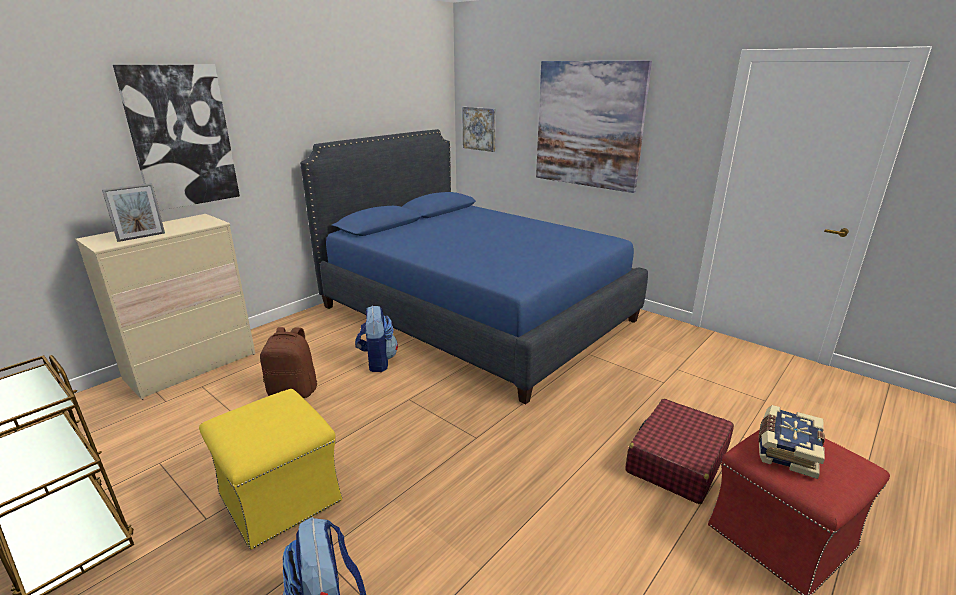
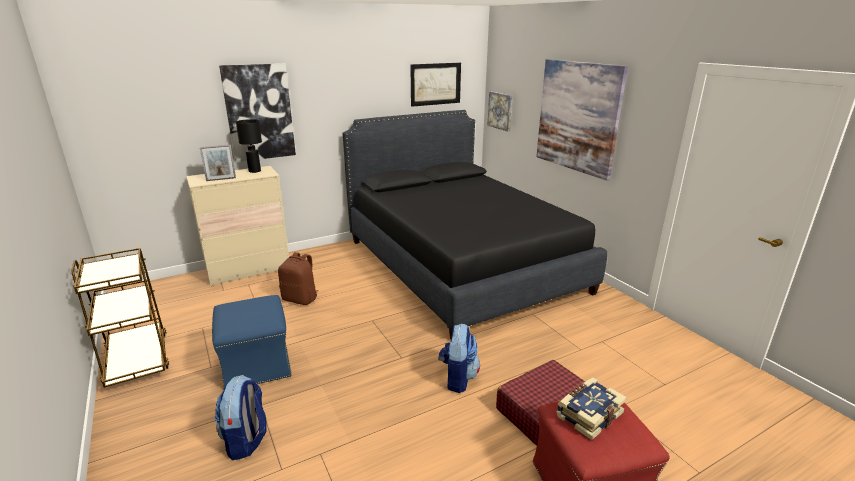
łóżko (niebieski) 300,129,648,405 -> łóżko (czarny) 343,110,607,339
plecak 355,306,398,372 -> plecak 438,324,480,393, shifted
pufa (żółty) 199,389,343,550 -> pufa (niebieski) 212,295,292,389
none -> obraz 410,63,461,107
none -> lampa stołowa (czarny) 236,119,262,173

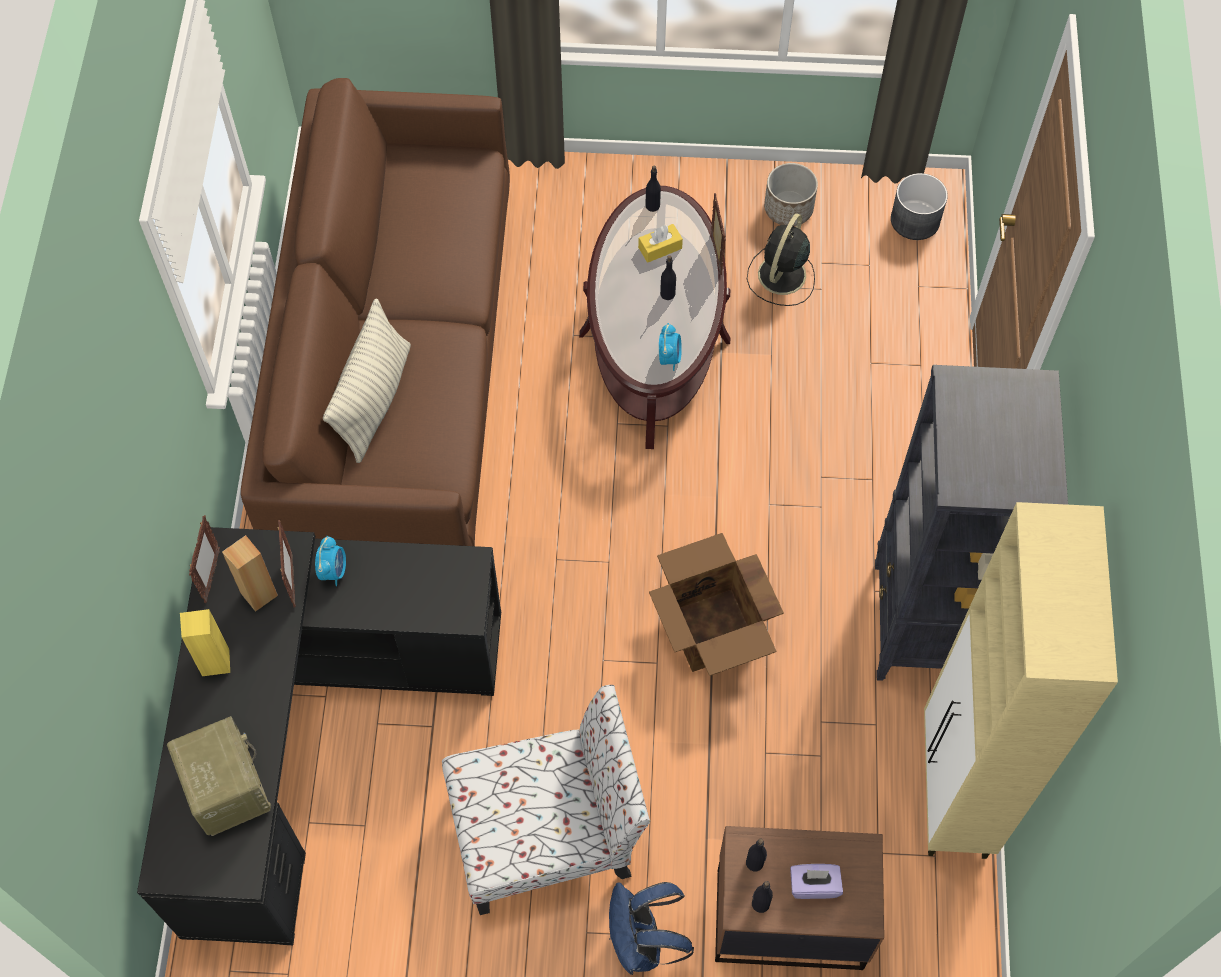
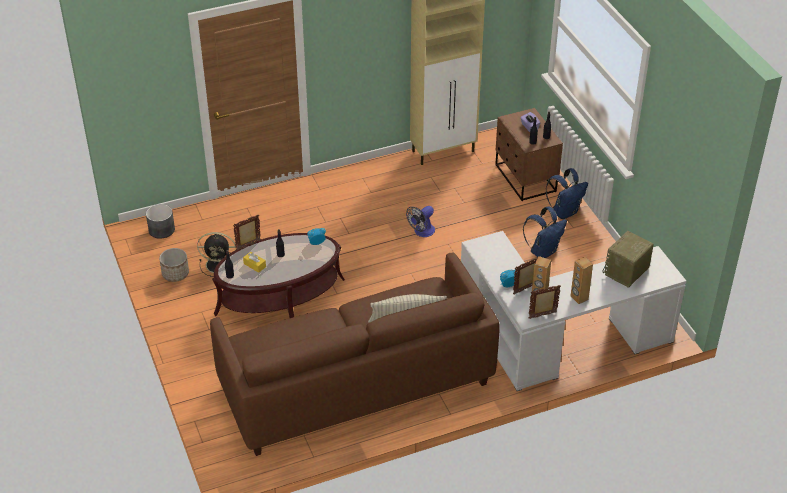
regał (czarny) 875,365,1068,681 -> none
biurko (czarny) 137,527,501,945 -> biurko (biały) 461,231,686,391
karton 649,533,784,676 -> wentylator 406,206,435,237
głośnik (żółty) 180,609,230,676 -> głośnik (brązowy) 570,257,593,304
krzesło 442,685,650,915 -> plecak (niebieski) 523,207,567,258

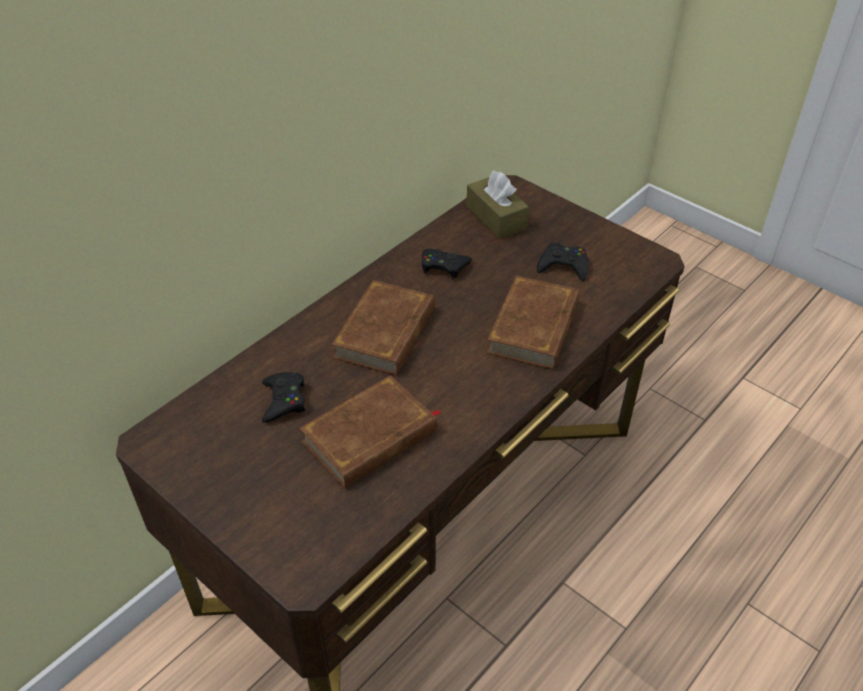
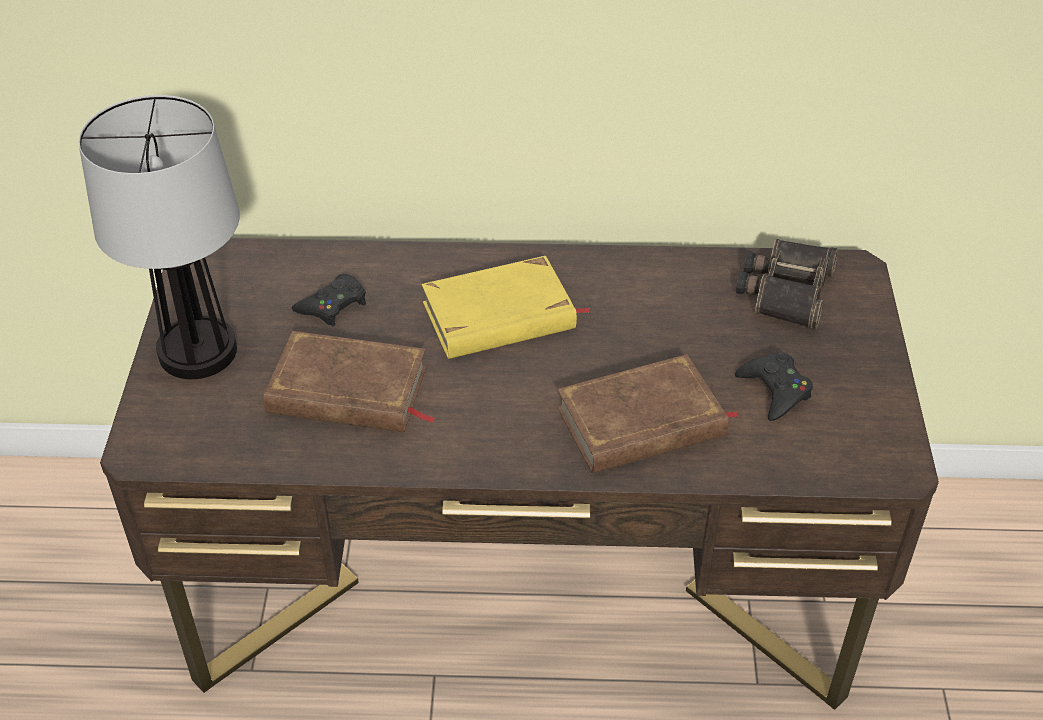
pudełko chusteczek (brązowy) 466,171,529,239 -> lornetka 736,239,838,330
pad do gier (czarny) 422,248,472,280 -> none
książka (brązowy) 331,280,435,375 -> książka (żółty) 422,256,591,359
none -> lampa stołowa 78,95,240,379

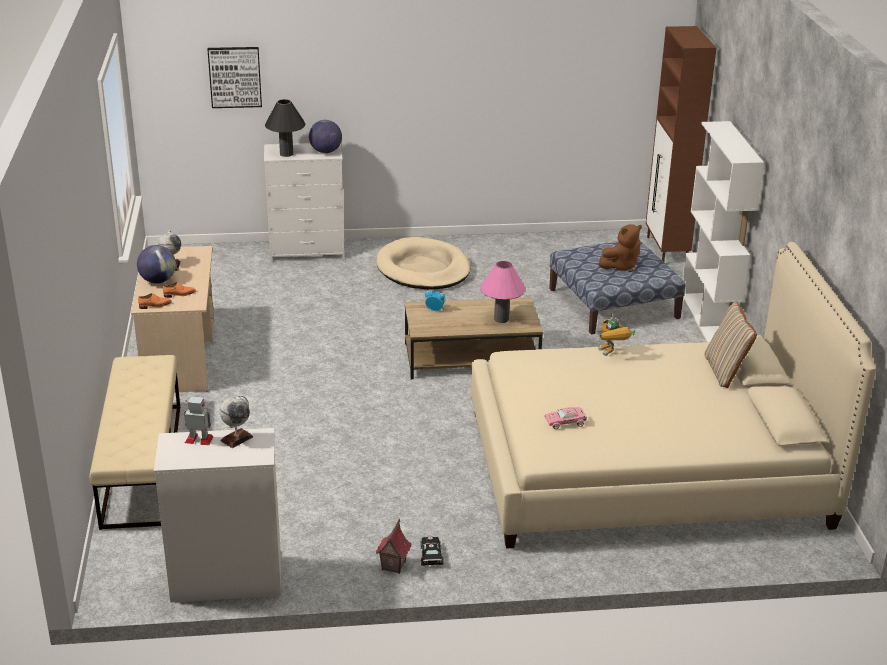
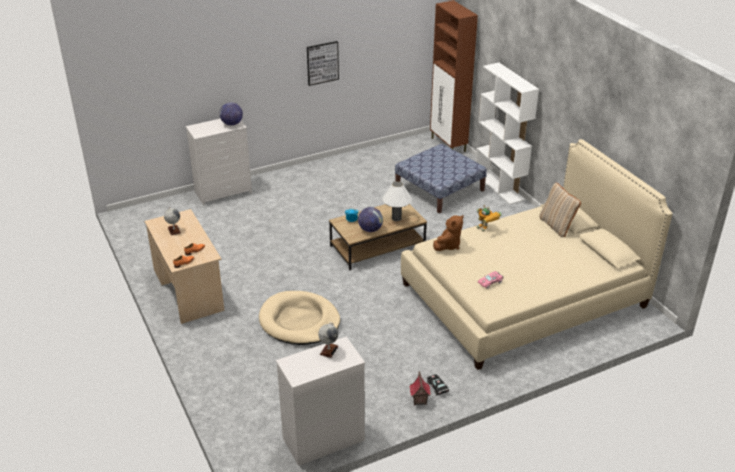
obraz 207,47,262,108 -> obraz 307,41,339,86, shifted
lampa stołowa (czarny) 265,99,306,157 -> none
pluszak (brązowy) 599,224,642,272 -> pluszak (brązowy) 433,215,464,251, shifted
legowisko (beżowy) 376,237,471,289 -> legowisko (beżowy) 259,291,340,345, shifted
globus 137,245,176,284 -> globus 358,207,383,232, shifted
lampa stołowa (różowy) 480,261,526,323 -> lampa stołowa (biały) 382,181,412,221
ławka (beżowy) 89,355,180,530 -> none
robot zabawkowy 183,396,213,445 -> none

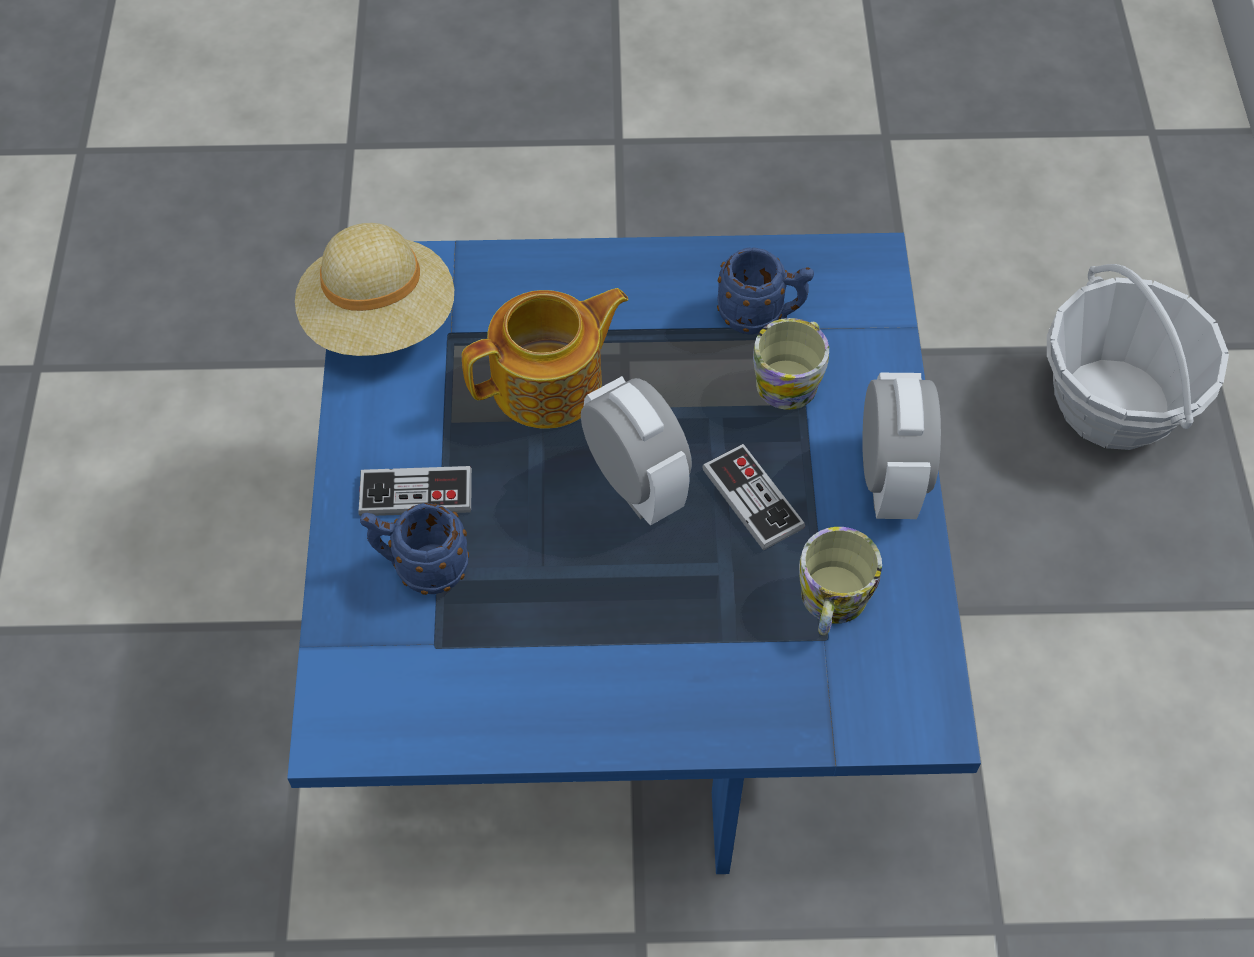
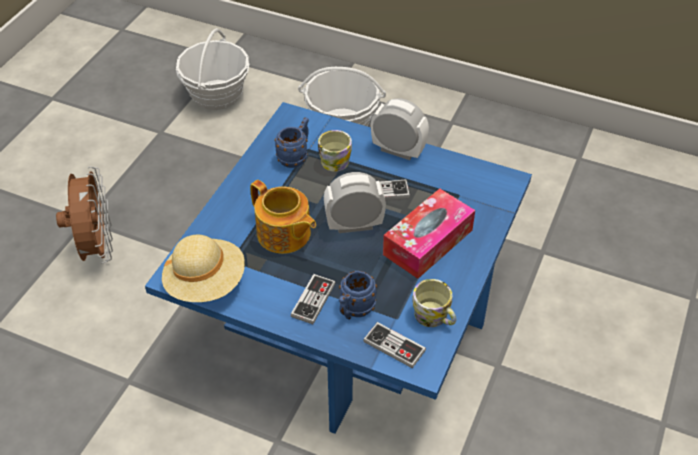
imbryk 462,288,629,429 -> imbryk 250,180,316,254, 135 degrees clockwise
kubek 799,527,882,635 -> kubek 412,279,456,327, shifted
none -> koszyk 176,28,249,110
none -> wentylator (brązowy) 56,167,113,263
none -> pudełko chusteczek 383,189,475,279
none -> pad do gier 363,322,426,368

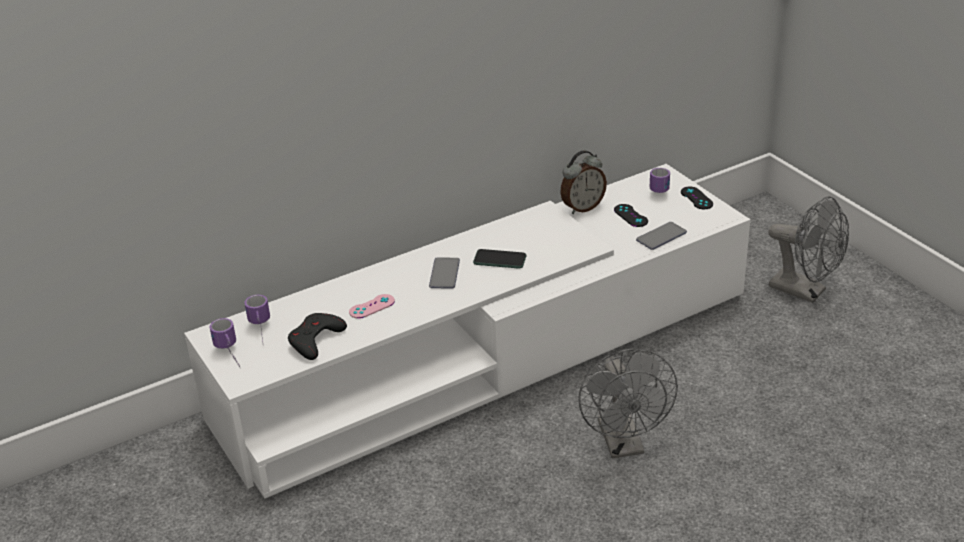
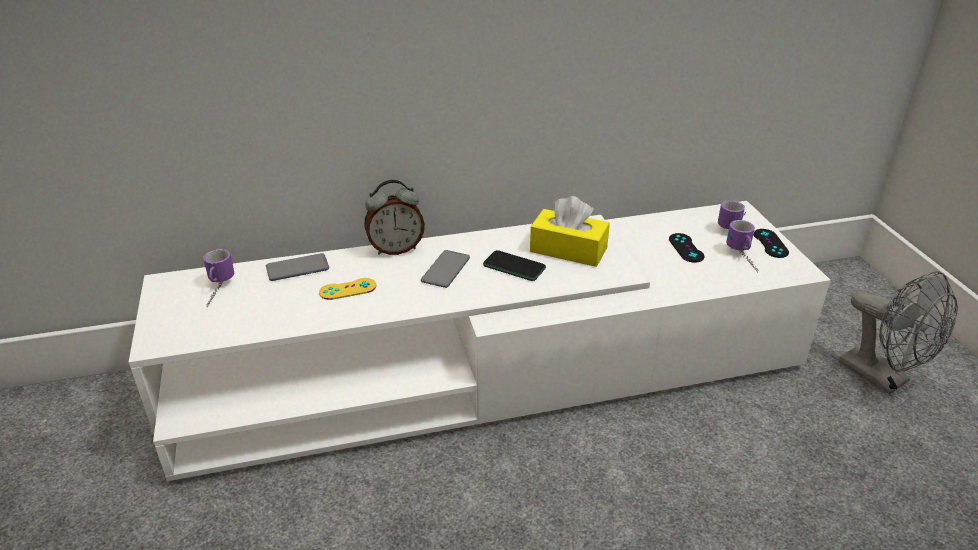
budzik 560,150,607,214 -> budzik 364,180,425,255, shifted
telefon 636,222,687,250 -> telefon 266,253,329,281, shifted
pad do gier (różowy) 349,294,395,319 -> pad do gier (żółty) 319,278,376,300
pad do gier (czarny) 288,313,347,360 -> none
kubek 210,318,240,367 -> kubek 726,220,758,272, shifted
wentylator (szary) 579,349,678,459 -> none
none -> pudełko chusteczek (żółty) 530,196,610,267

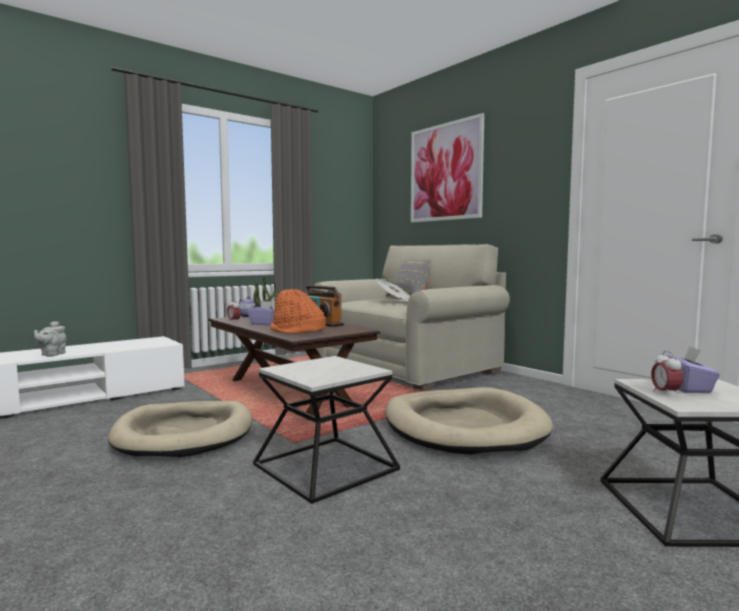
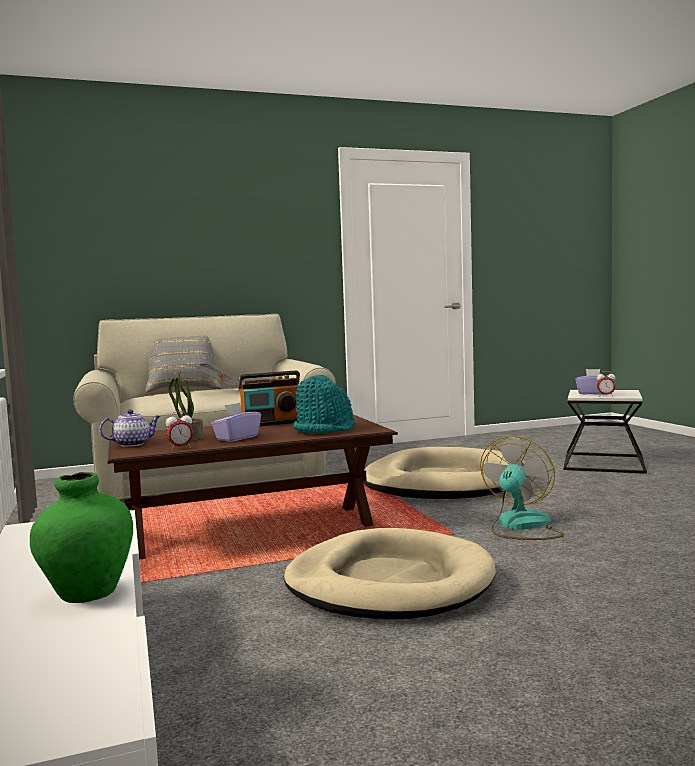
obraz 411,113,484,222 -> none
kapelusz (pomarańczowy) 270,289,326,334 -> kapelusz (turkusowy) 293,375,355,434
imbryk (szary) 34,321,66,356 -> wazon (zielony) 30,472,133,603
stolik 253,356,400,504 -> wentylator 480,436,564,540

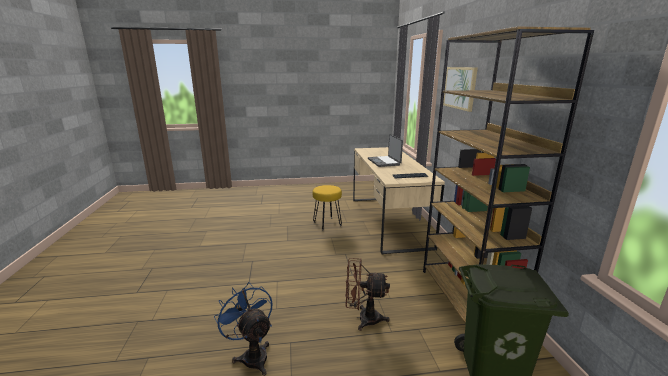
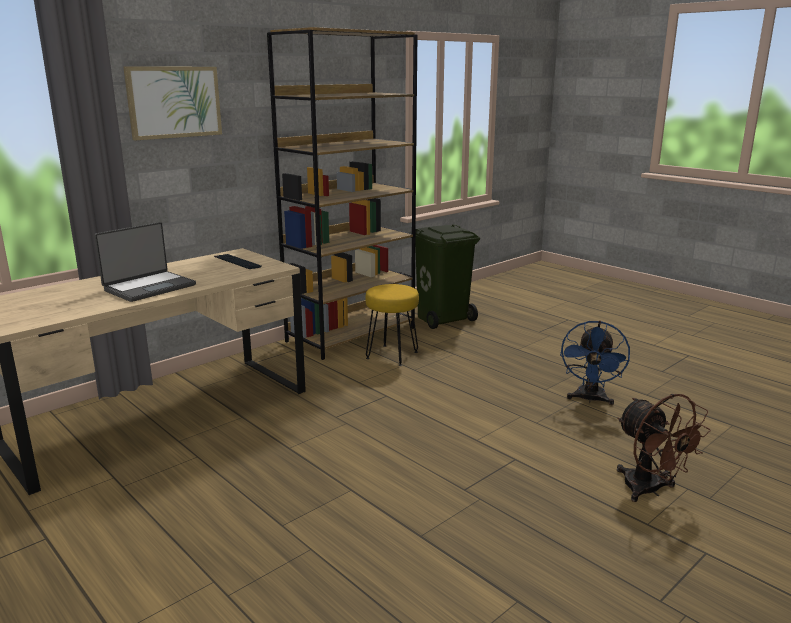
stołek (żółty) 313,185,342,230 -> stołek (żółty) 365,284,419,366, shifted
wentylator (brązowy) 345,258,390,331 -> wentylator (brązowy) 617,394,711,502, shifted

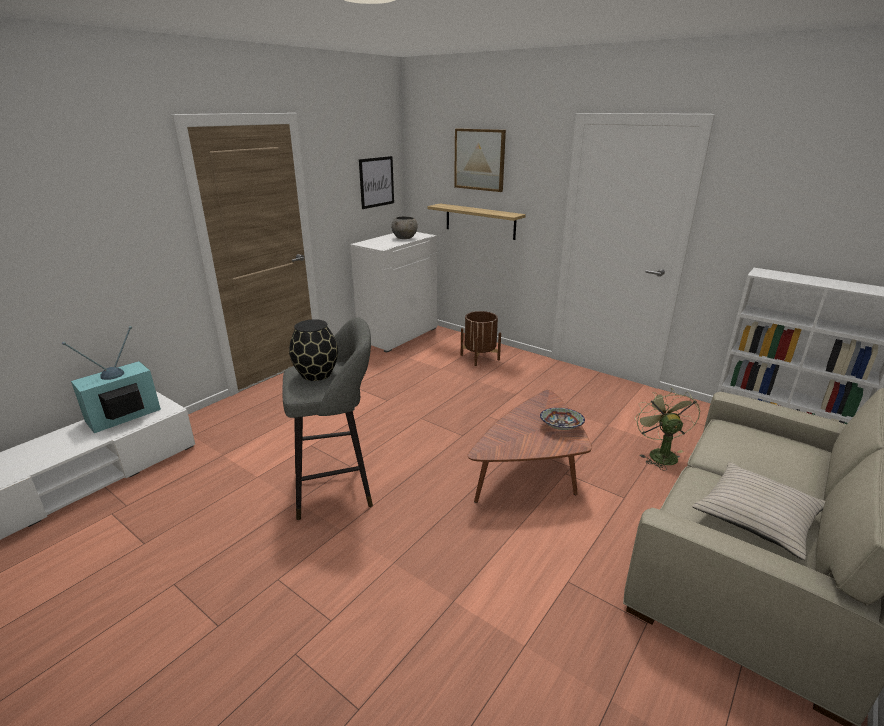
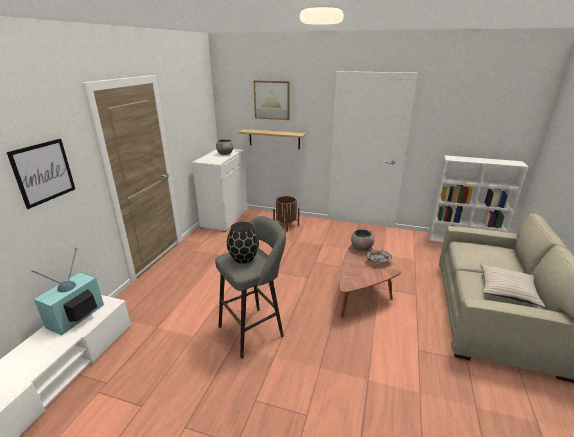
obraz 359,156,394,209 -> obraz 7,139,75,209, shifted
wentylator (zielony) 635,388,700,471 -> none
none -> miska (szary) 351,229,374,251

